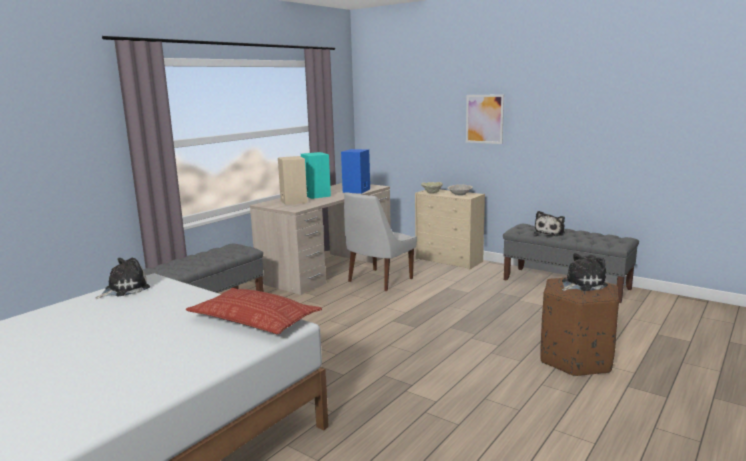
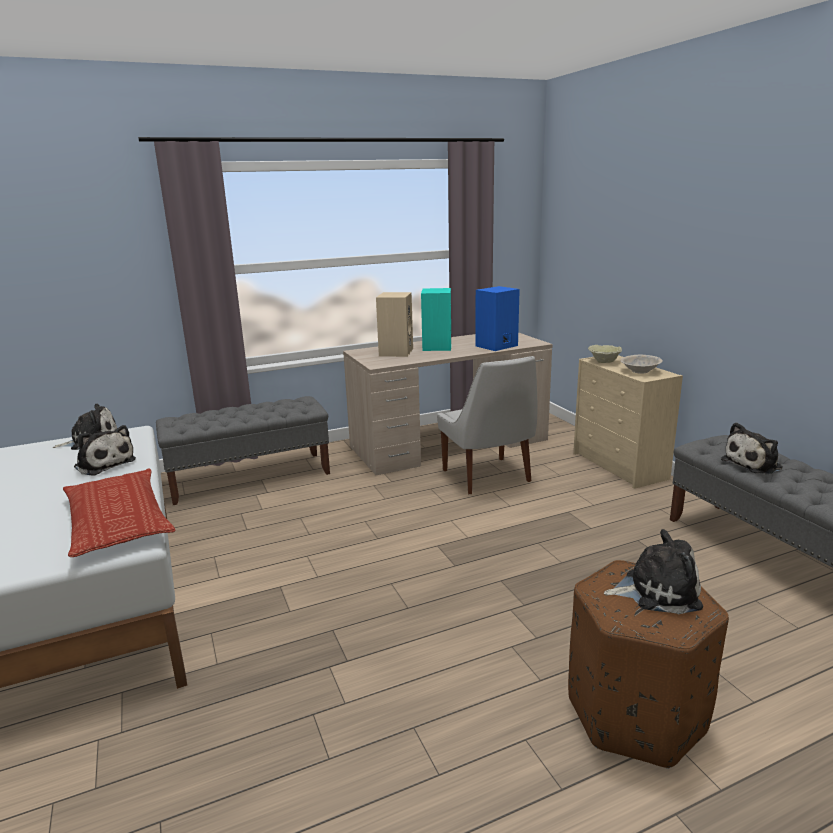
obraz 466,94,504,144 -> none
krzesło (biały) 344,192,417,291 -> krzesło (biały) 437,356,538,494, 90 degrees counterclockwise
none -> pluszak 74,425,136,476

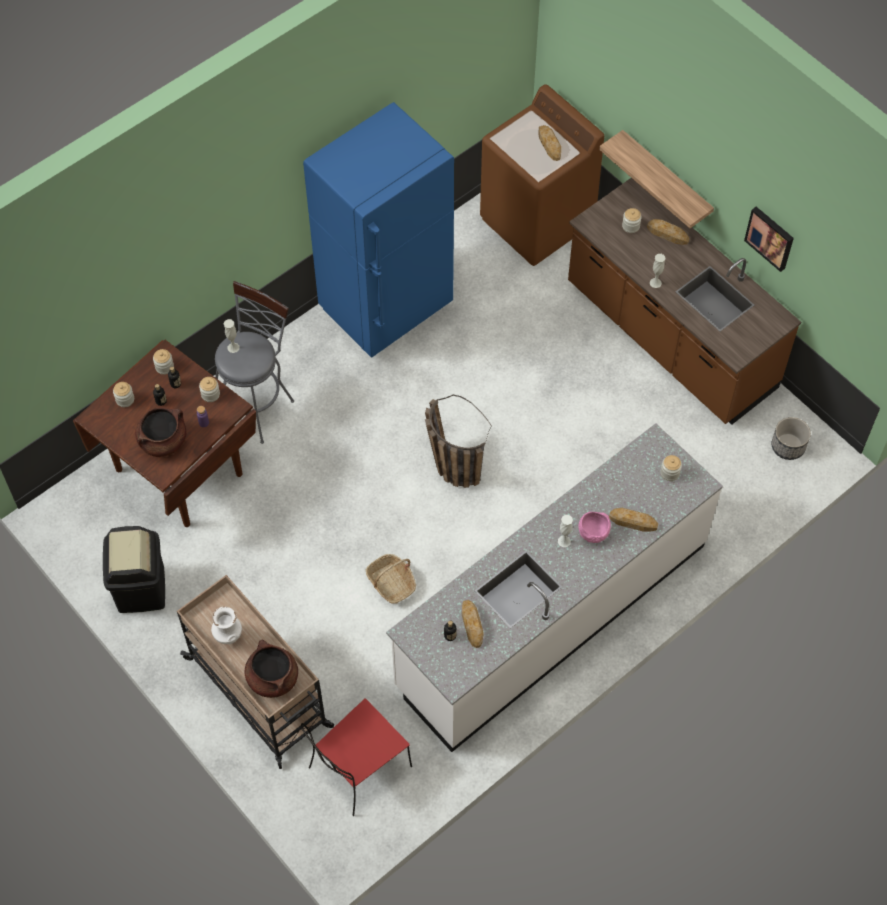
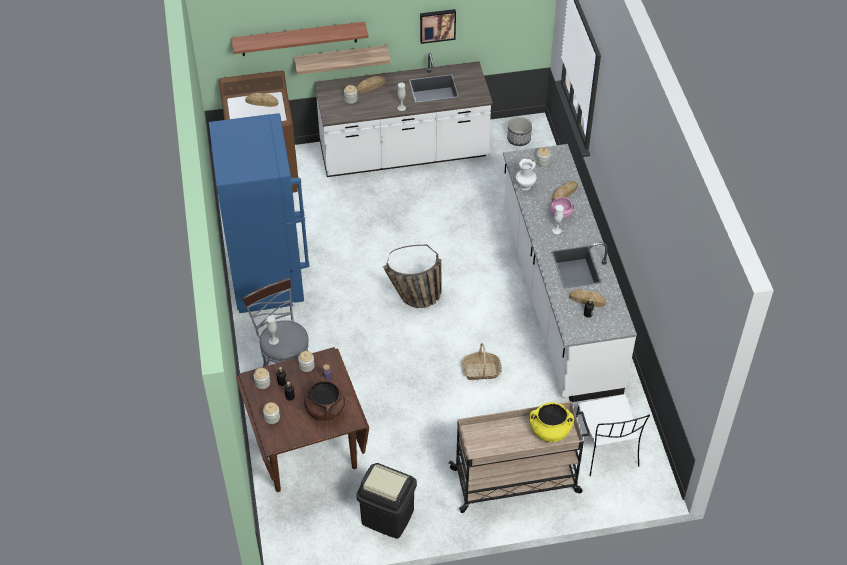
zabudowa kuchenna (brązowy) 568,178,801,425 -> zabudowa kuchenna (biały) 314,53,493,177
wazon (biały) 211,607,242,644 -> wazon (biały) 516,158,537,190, shifted
garnek (brązowy) 245,640,298,698 -> garnek (żółty) 529,402,574,442
krzesło (czerwony) 301,698,412,816 -> krzesło (biały) 576,395,650,476
none -> półka 231,22,368,56

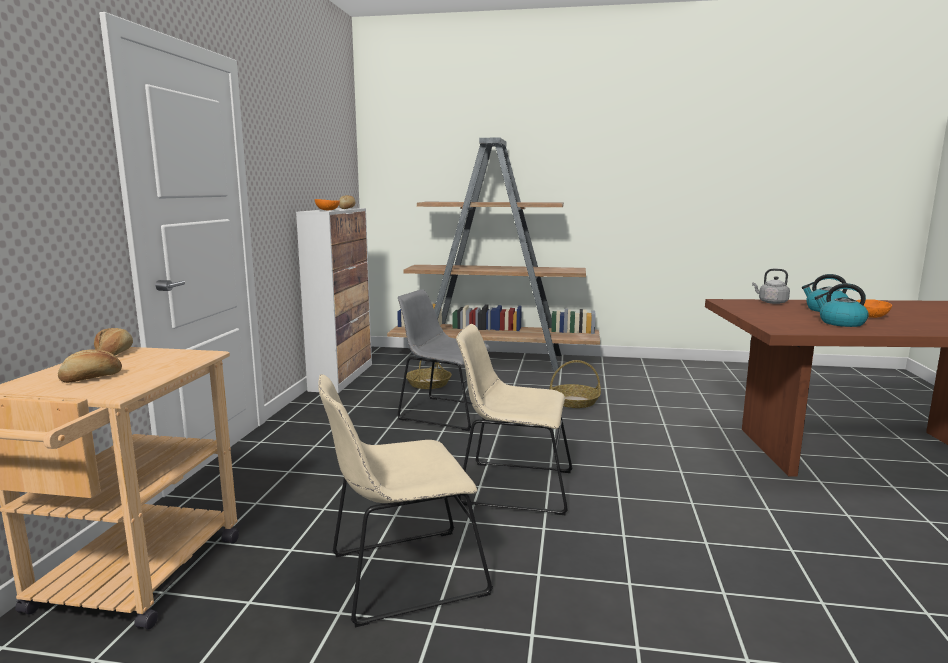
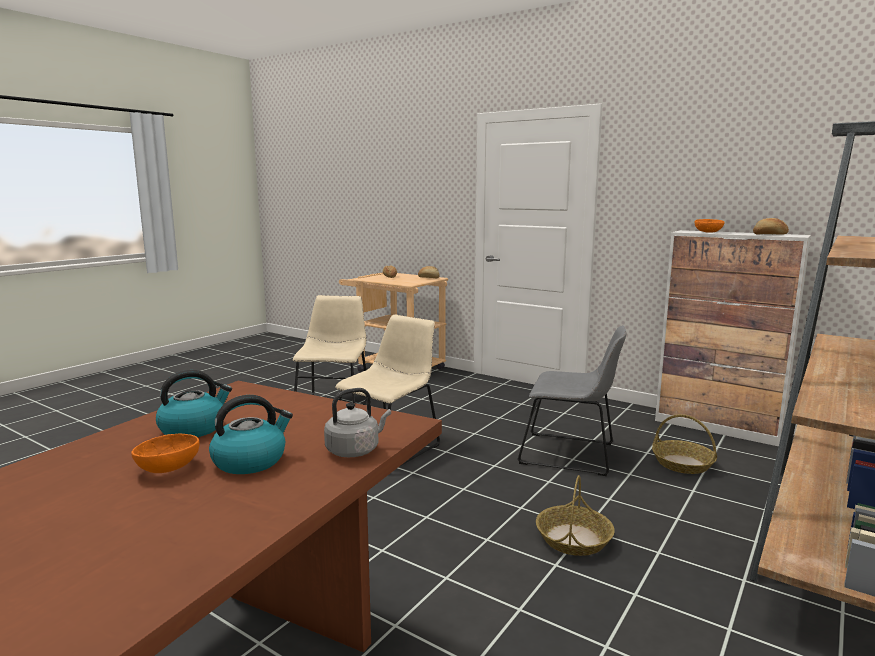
krzesło (szary) 397,289,490,431 -> krzesło (szary) 517,325,627,476, 60 degrees clockwise

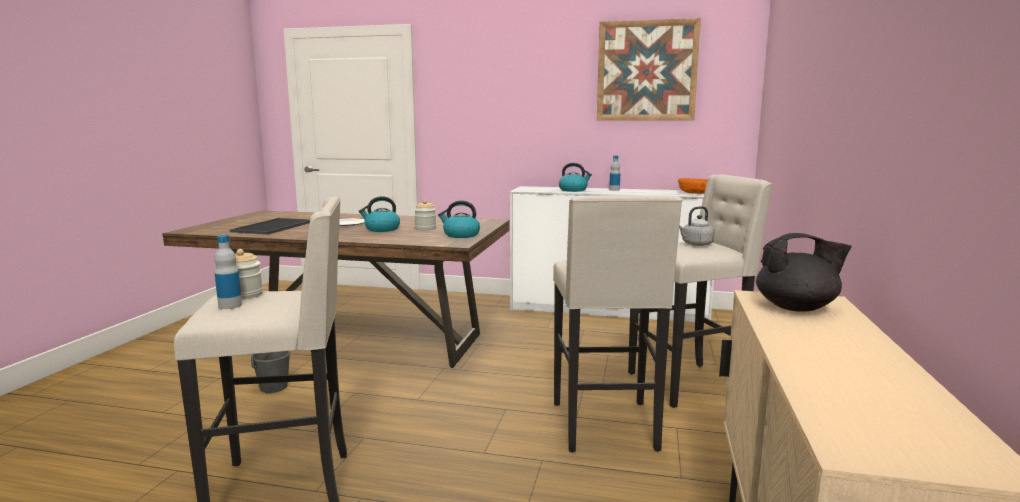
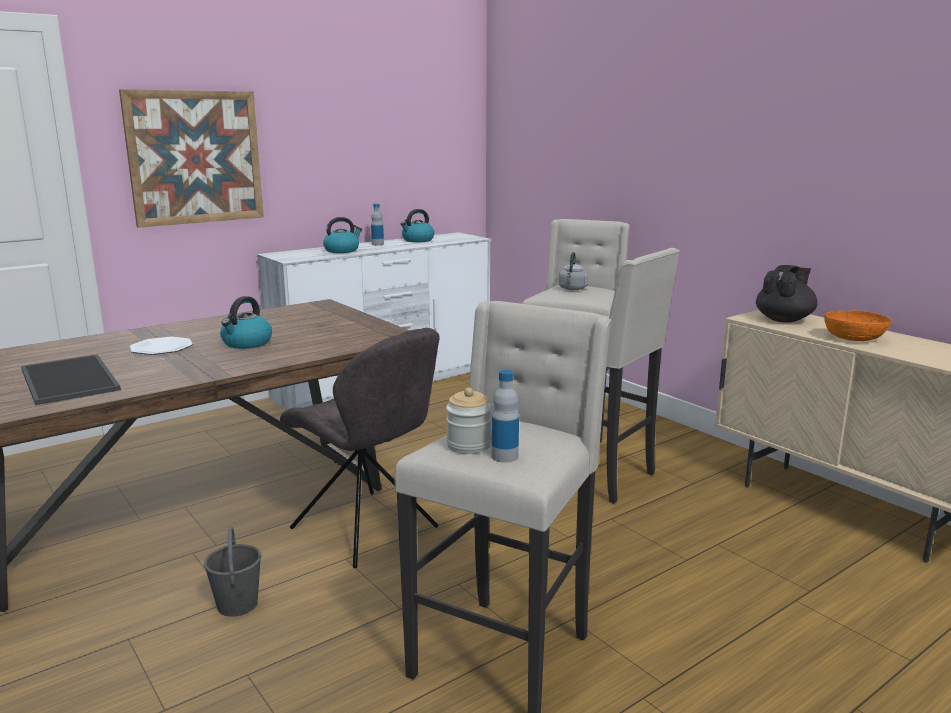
obraz 597,18,701,120 -> obraz 119,89,264,228, shifted
miska (pomarańczowy) 678,178,707,194 -> miska (pomarańczowy) 824,311,892,341, shifted
słoik 414,200,436,230 -> none
czajnik 438,200,480,238 -> czajnik 401,209,434,242, shifted
none -> krzesło (szary) 280,328,440,568

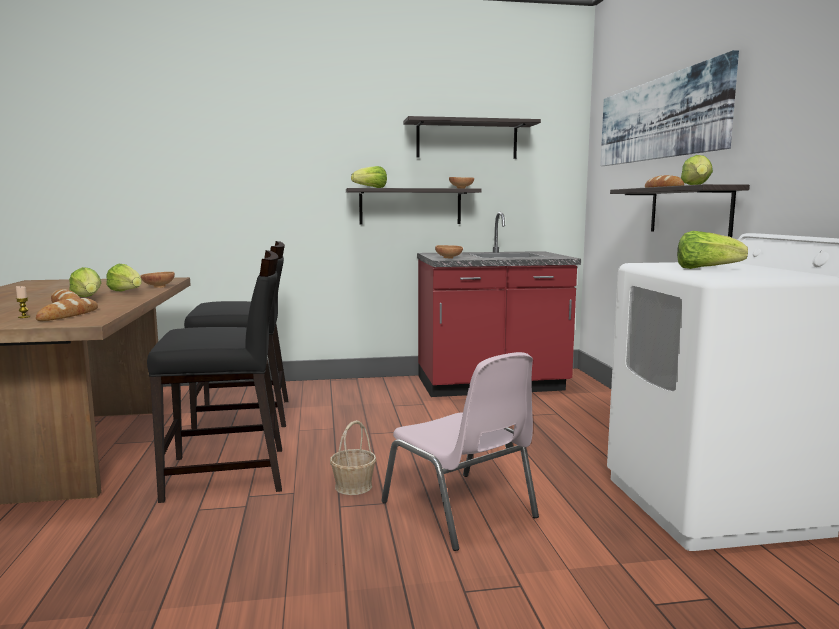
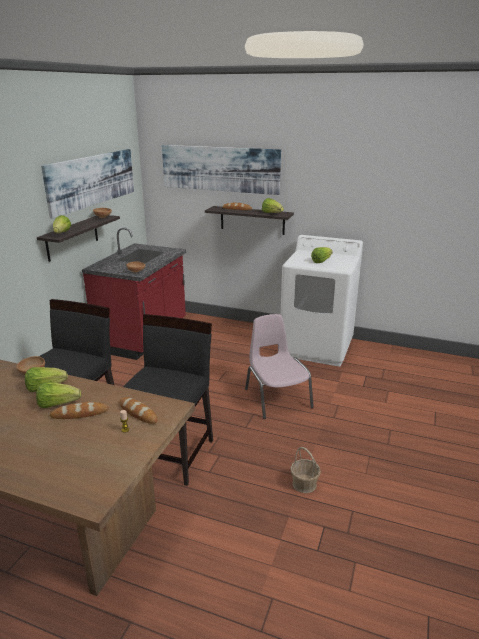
półka 403,116,541,159 -> obraz 41,149,134,219
krzesło (różowy) 381,352,539,551 -> krzesło (różowy) 245,314,314,419, 105 degrees counterclockwise
koszyk 330,420,376,495 -> koszyk 291,447,321,493, shifted

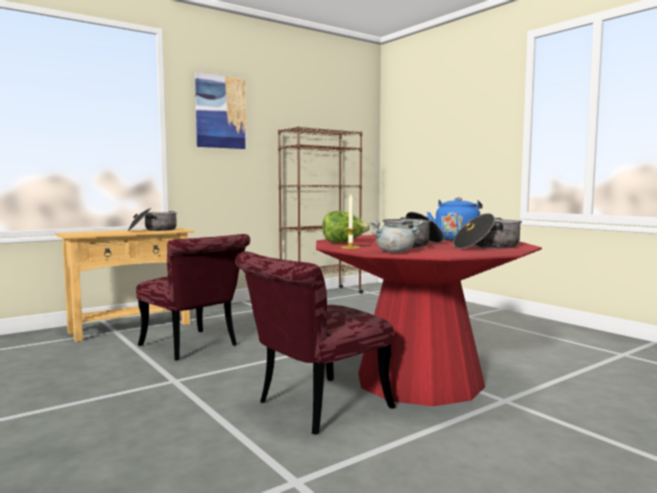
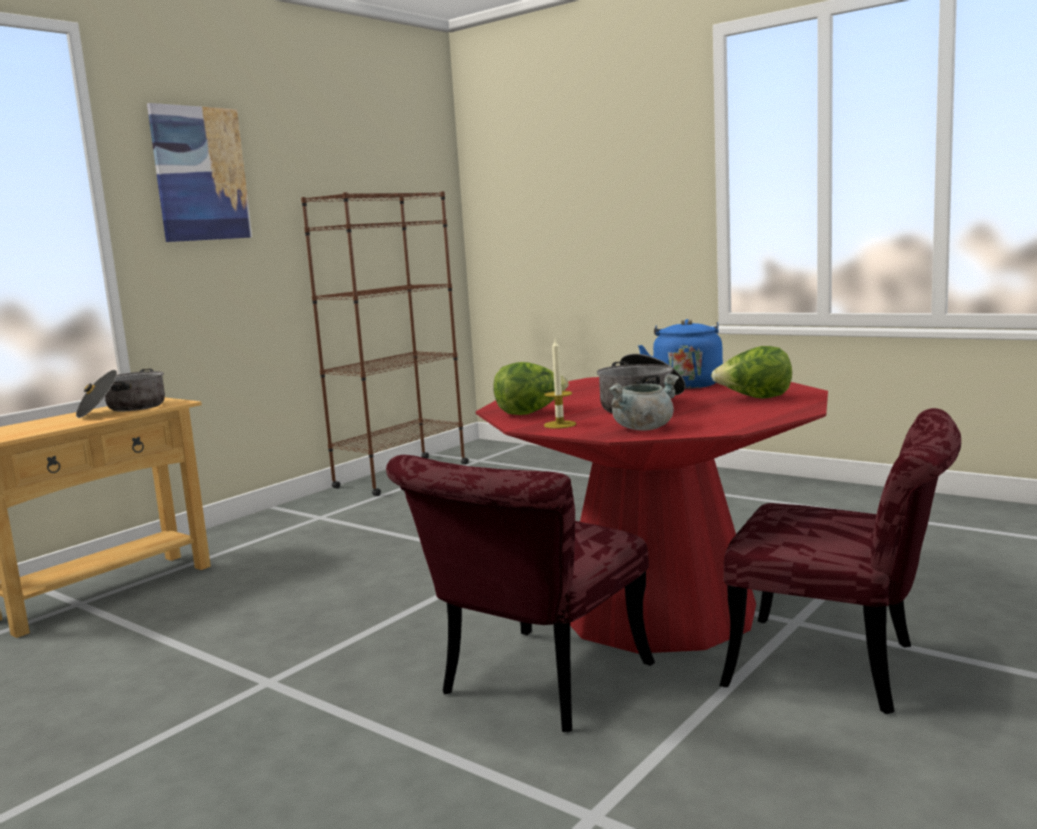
garnek 453,213,522,249 -> sałata 711,346,792,399
krzesło (czerwony) 136,234,250,361 -> krzesło (czerwony) 719,408,961,714, shifted

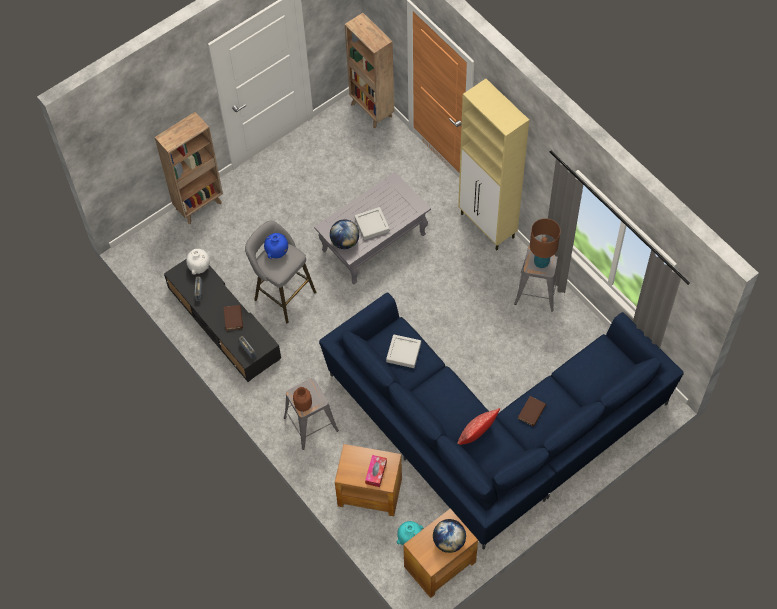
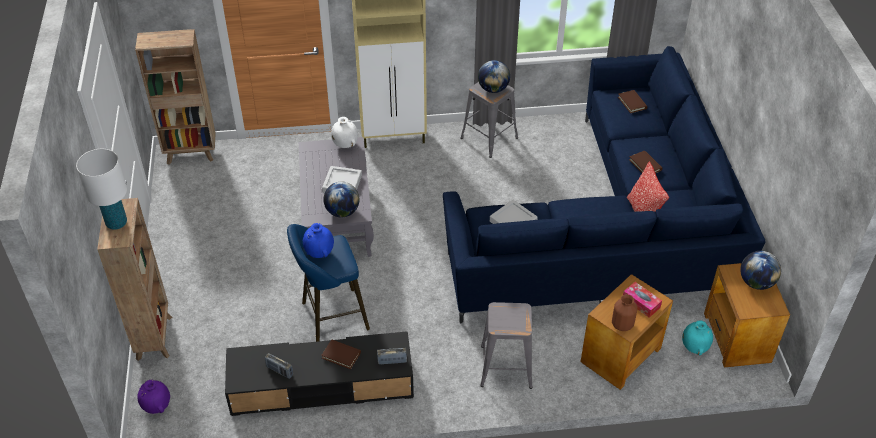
lampa stołowa (brązowy) 530,218,560,268 -> globus 478,60,510,93
stołek (szary) 245,221,316,323 -> stołek (niebieski) 287,224,370,342
wazon (biały) 186,249,210,275 -> wazon (biały) 331,117,358,148, shifted
wazon (brązowy) 293,387,312,412 -> wazon (brązowy) 612,294,637,331, shifted
none -> książka (brązowy) 618,90,647,113
none -> lampa stołowa (biały) 76,149,127,230
none -> wazon (fioletowy) 137,380,170,414

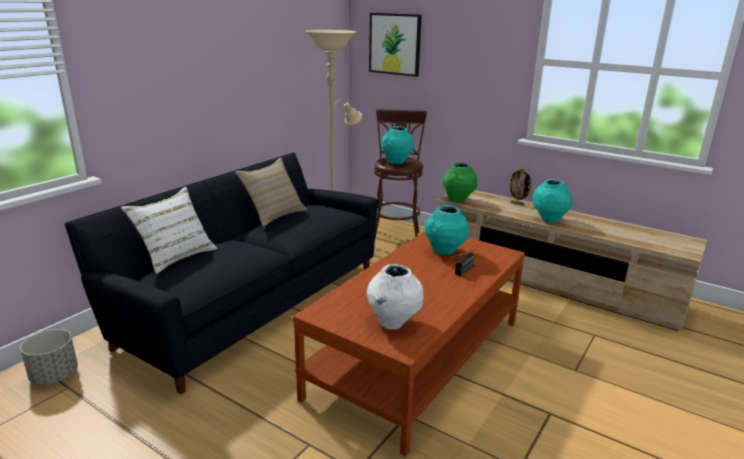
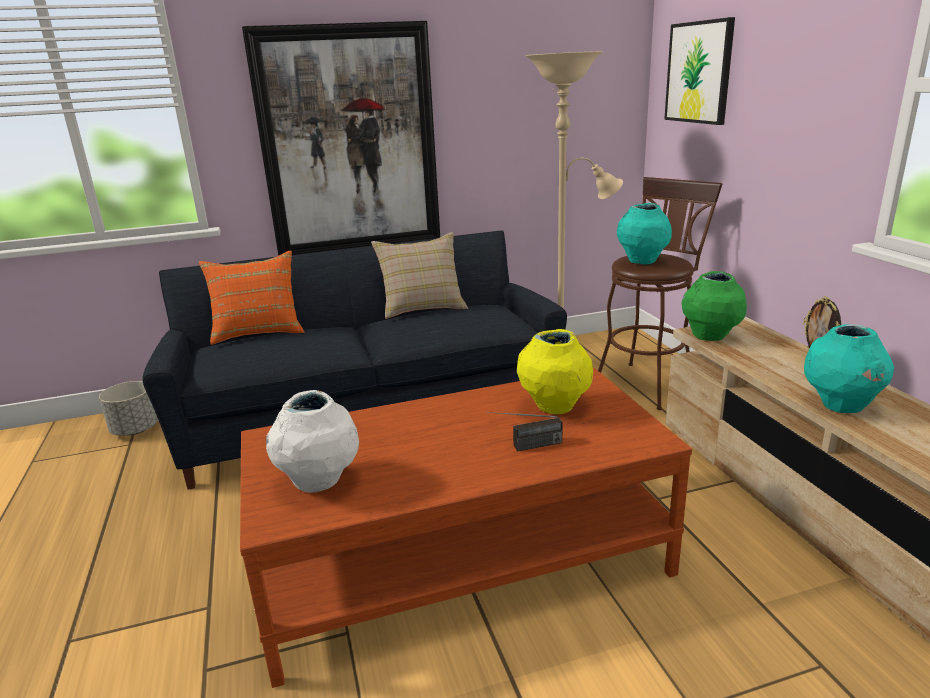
poduszka (biały) 121,187,218,274 -> poduszka (pomarańczowy) 199,251,304,345
wazon (turkusowy) 424,205,469,255 -> wazon (żółty) 517,329,593,414
none -> obraz 242,21,440,256

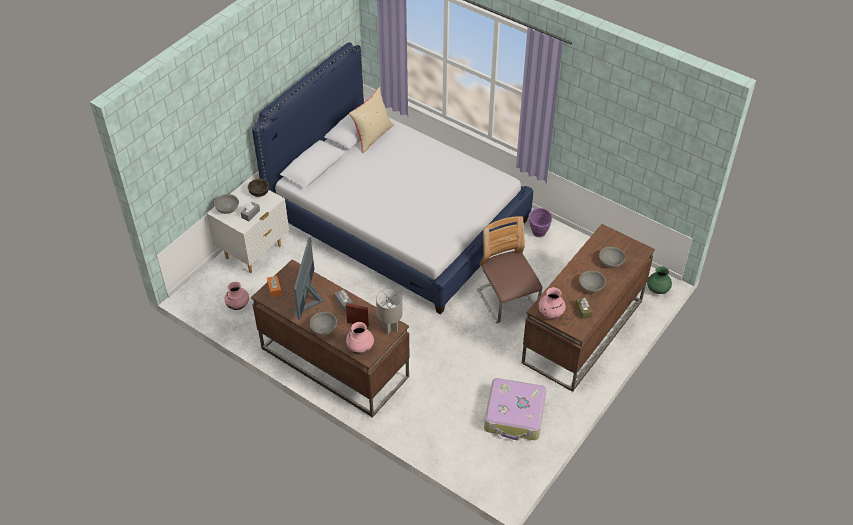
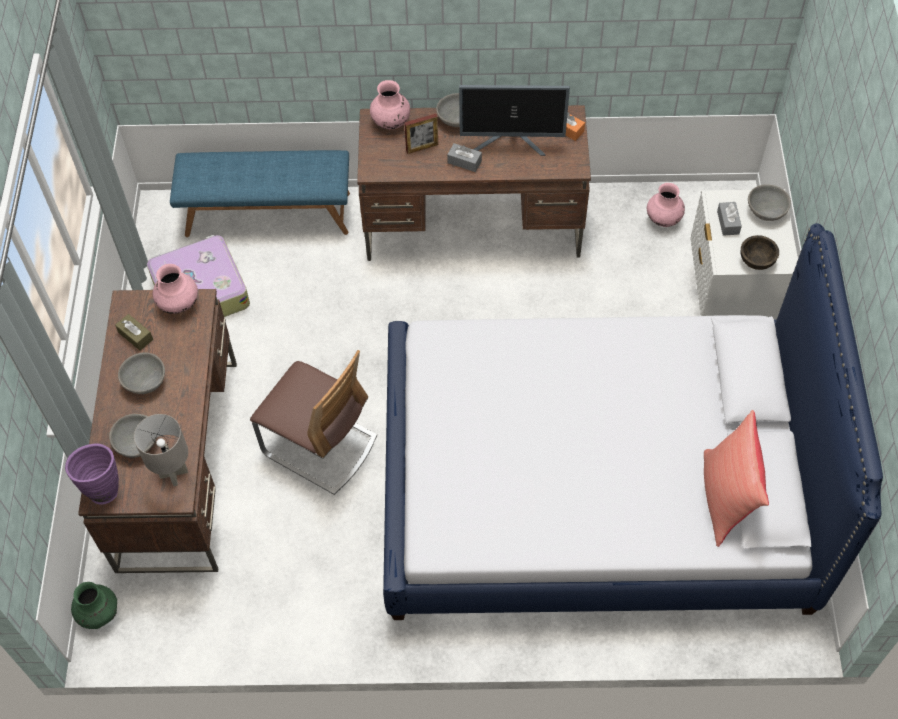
poduszka (beżowy) 349,87,394,153 -> poduszka (czerwony) 704,410,769,547
wazon (fioletowy) 529,208,552,238 -> wazon (fioletowy) 65,443,119,505, shifted
monitor 293,237,324,319 -> monitor 459,85,570,156, 120 degrees clockwise
lampa stołowa (szary) 376,289,403,335 -> lampa stołowa (szary) 134,414,188,486, shifted
none -> ławka (niebieski) 170,150,350,237

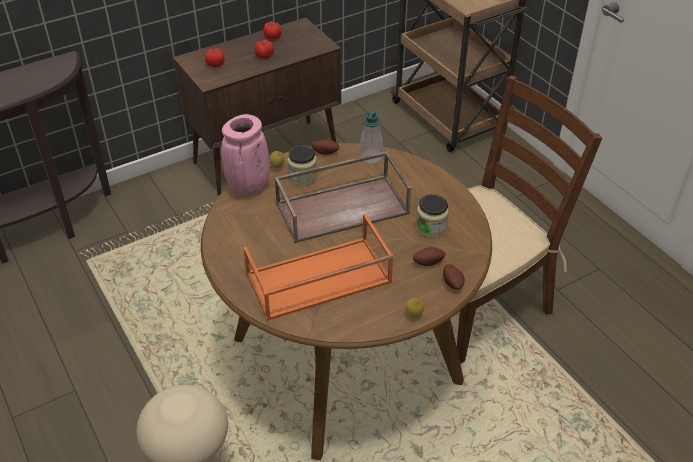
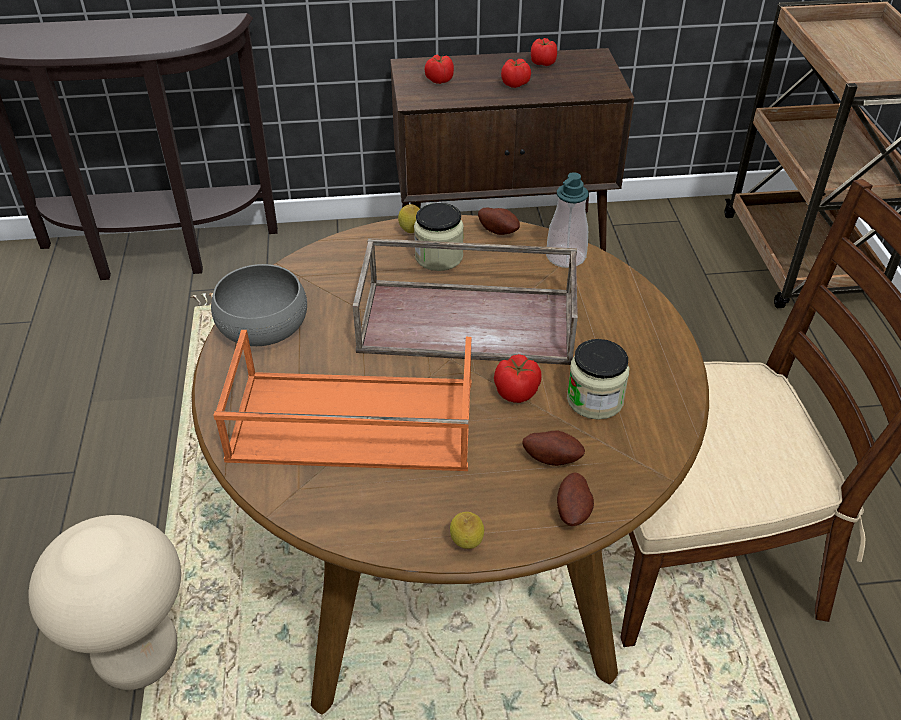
wazon (różowy) 221,114,270,196 -> none
none -> miska (szary) 211,264,307,346
none -> pomidor 494,354,541,403

